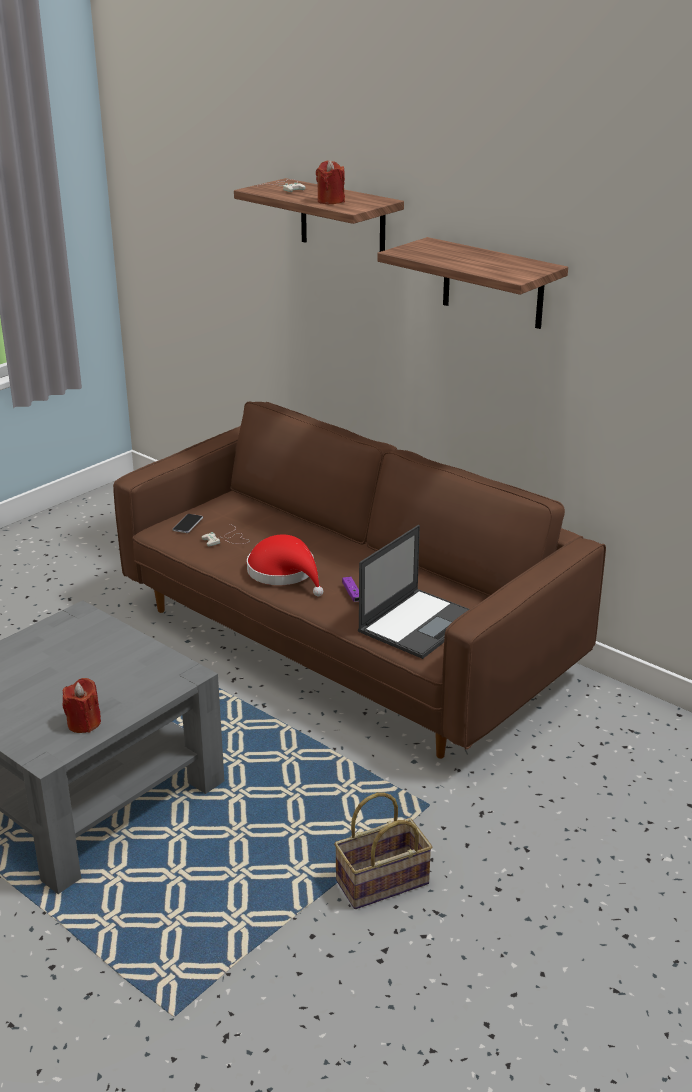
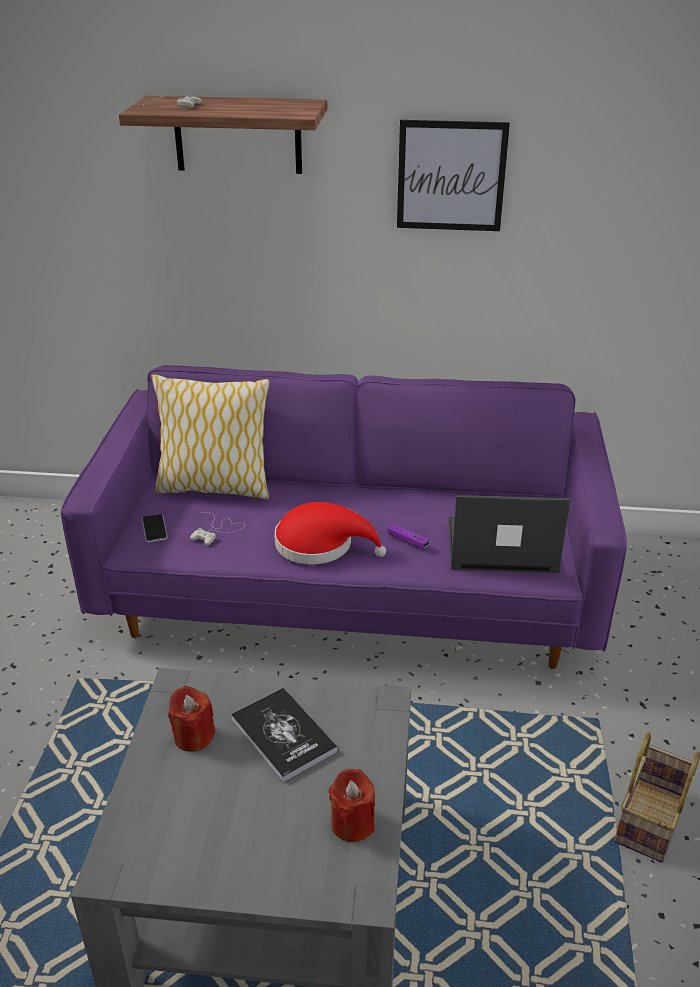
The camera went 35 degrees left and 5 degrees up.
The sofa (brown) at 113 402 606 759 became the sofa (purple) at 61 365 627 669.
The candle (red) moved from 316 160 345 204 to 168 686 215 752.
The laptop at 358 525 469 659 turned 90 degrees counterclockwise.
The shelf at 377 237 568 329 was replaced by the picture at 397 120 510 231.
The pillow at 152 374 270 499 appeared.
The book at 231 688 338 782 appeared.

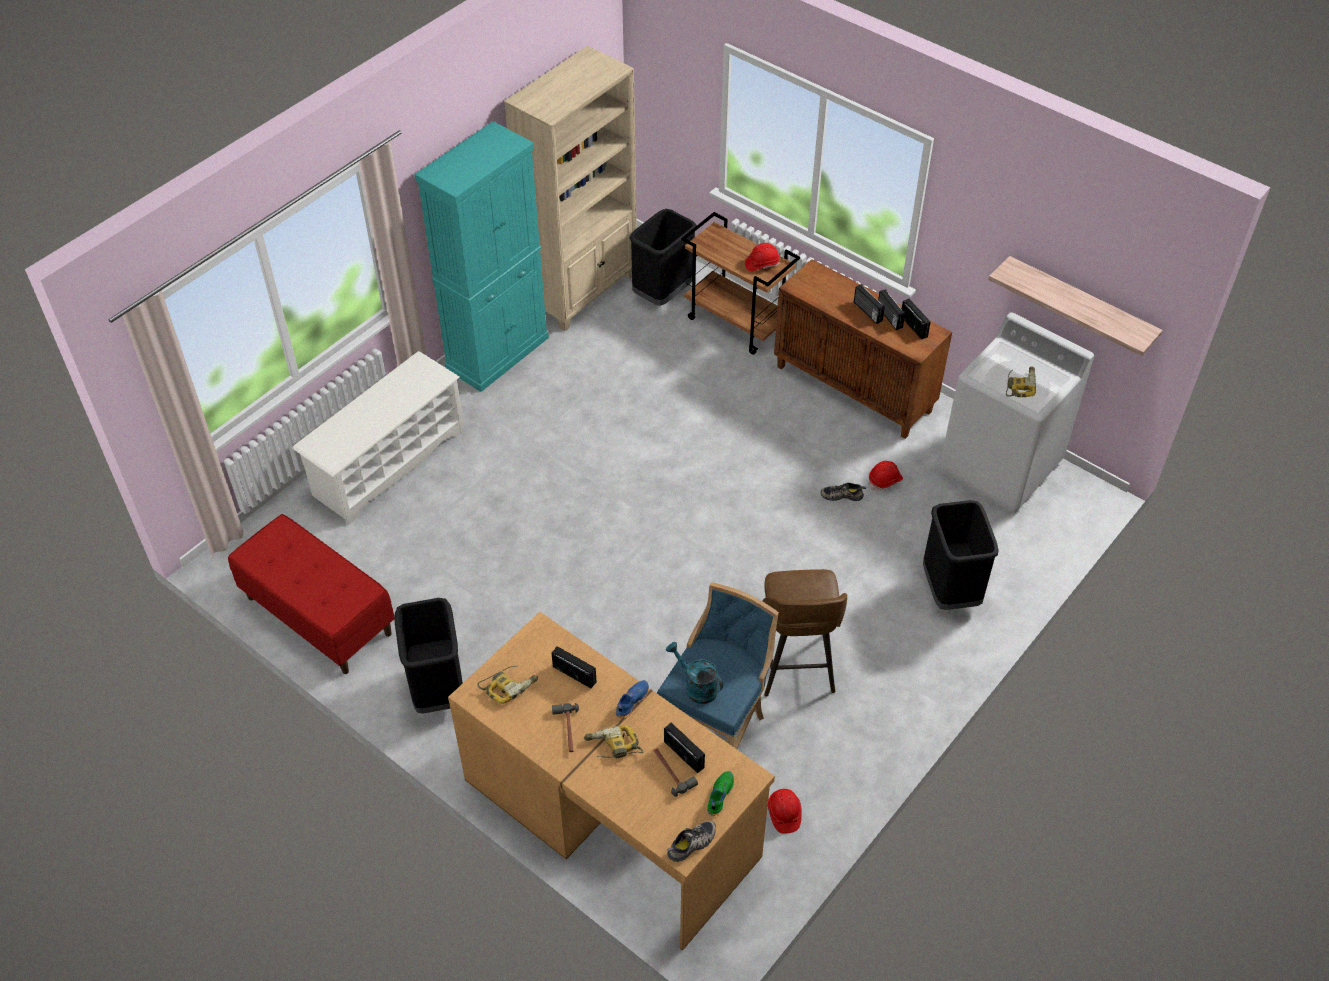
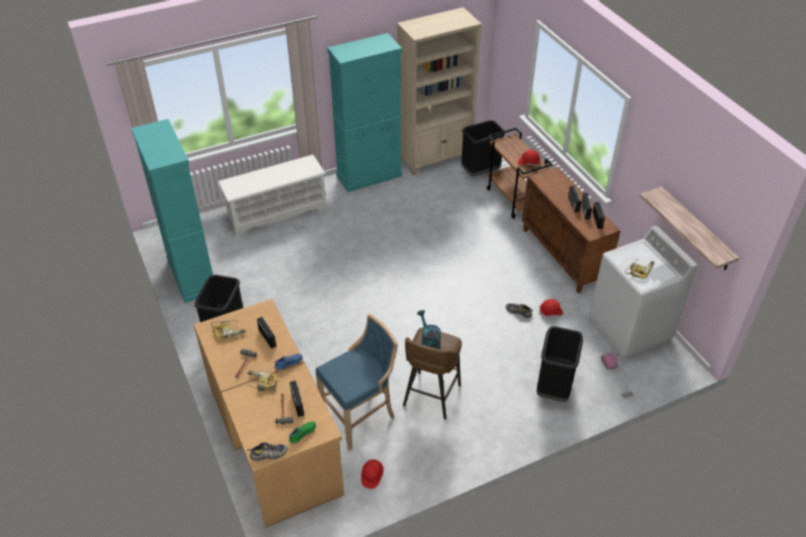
The camera went 25 degrees right and 5 degrees down.
The bench (red) at 228 514 394 674 was replaced by the cabinet (turquoise) at 131 119 213 303.
The watering can (turquoise) moved from 666 642 723 704 to 417 310 441 349.
The vacuum cleaner at 601 353 633 398 appeared.

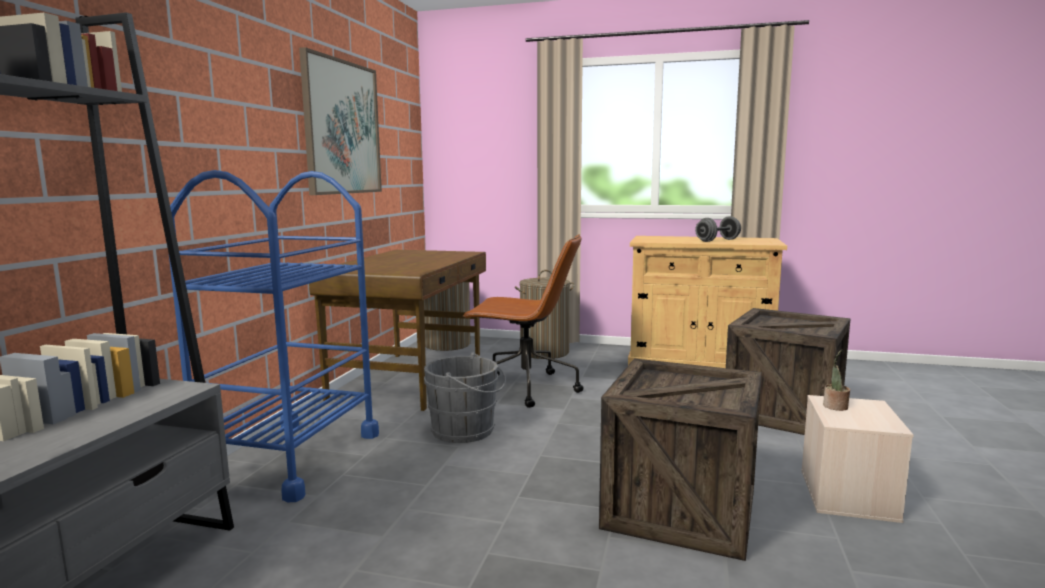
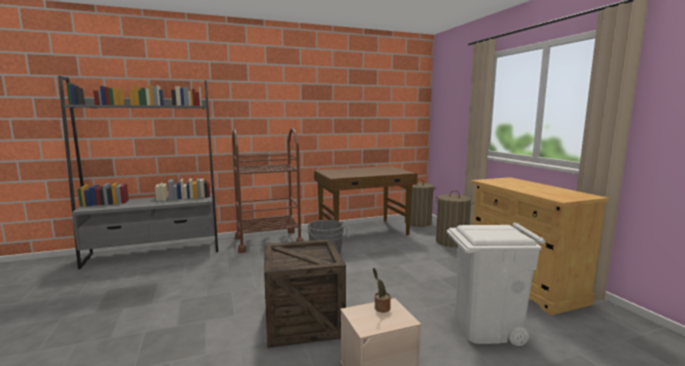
The camera went 55 degrees right and 0 degrees up.
The cart (blue) at 169 170 379 502 became the cart (brown) at 232 128 303 253.
The picture at 299 47 382 195 disappeared.
The office chair (brown) at 462 234 583 408 disappeared.
The dumbbell (grey) at 695 216 741 242 disappeared.
The crate at 726 308 851 435 was replaced by the trash can (white) at 447 223 545 346.

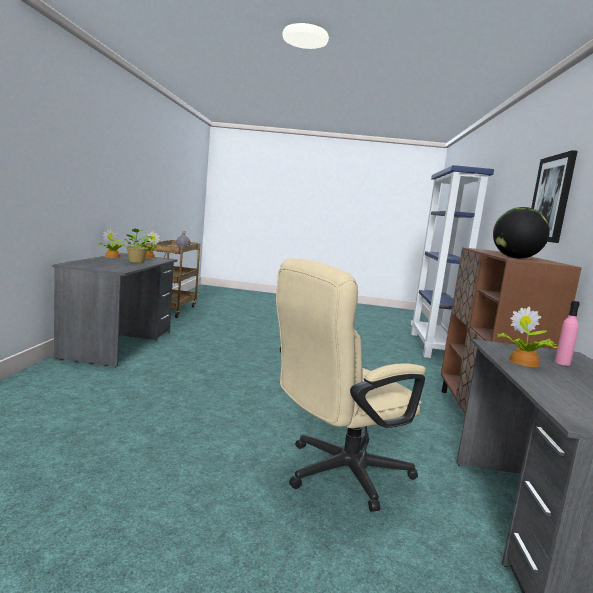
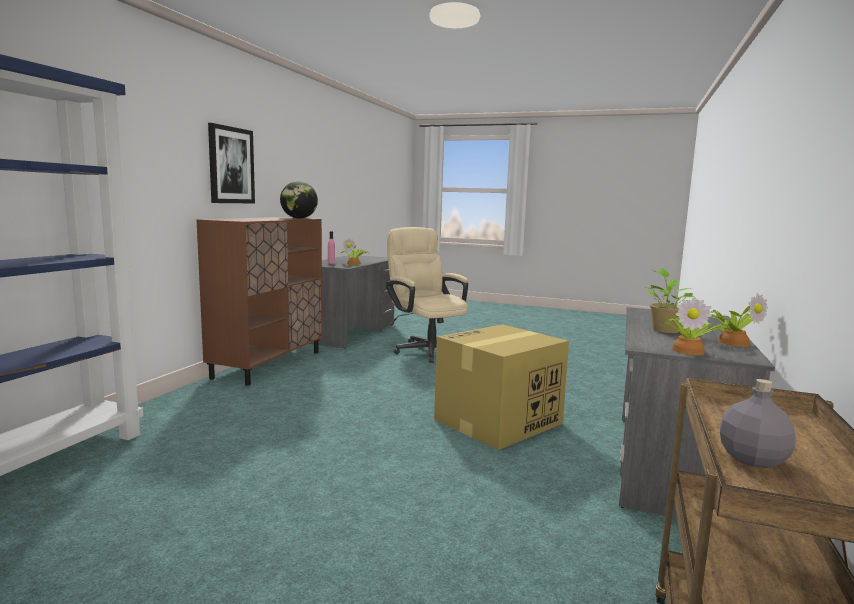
The camera went 165 degrees left and 0 degrees up.
The office chair (beige) at 276 258 426 512 turned 105 degrees counterclockwise.
The cardboard box at 434 324 569 450 appeared.

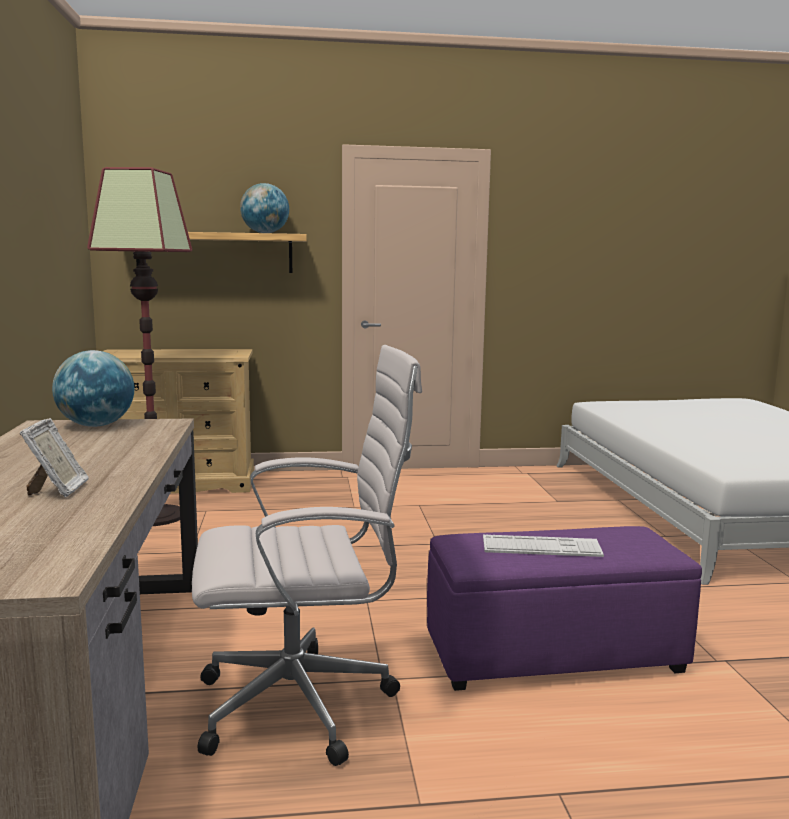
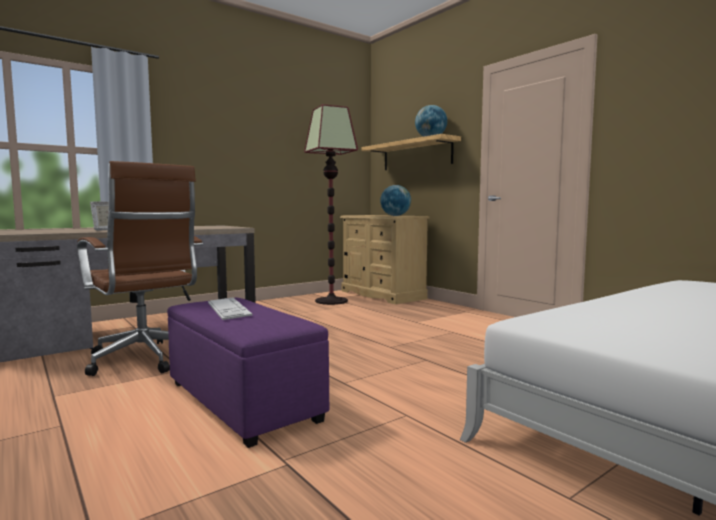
The camera went 60 degrees right and 5 degrees down.
The globe moved from 52 350 134 427 to 380 185 411 216.
The office chair (white) at 192 345 422 766 became the office chair (brown) at 77 161 203 376.

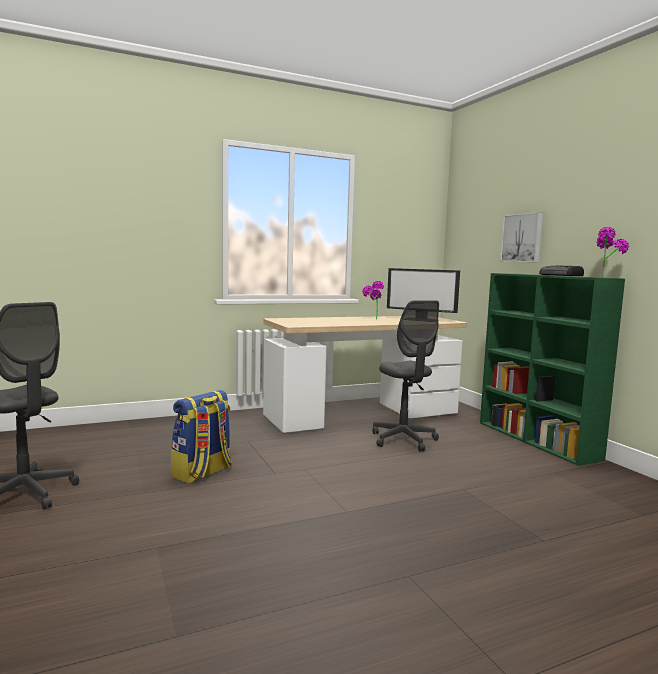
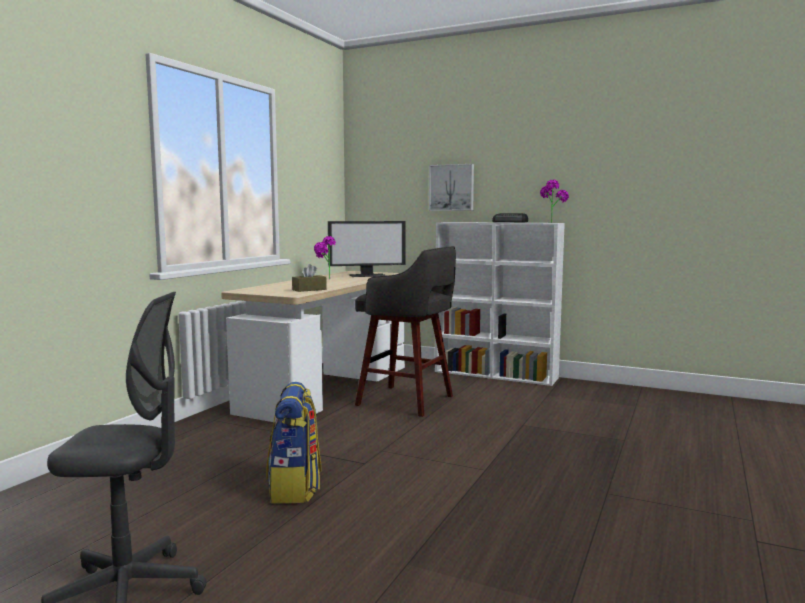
The camera went 40 degrees left and 0 degrees up.
The office chair (grey) at 372 300 439 452 was replaced by the stool (grey) at 355 246 456 417.
The bookcase (green) at 480 273 625 466 became the bookcase (white) at 435 222 565 386.
The tissue box (brown) at 292 264 327 292 appeared.

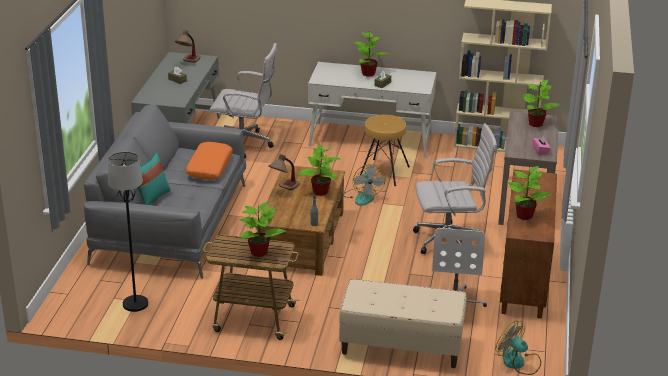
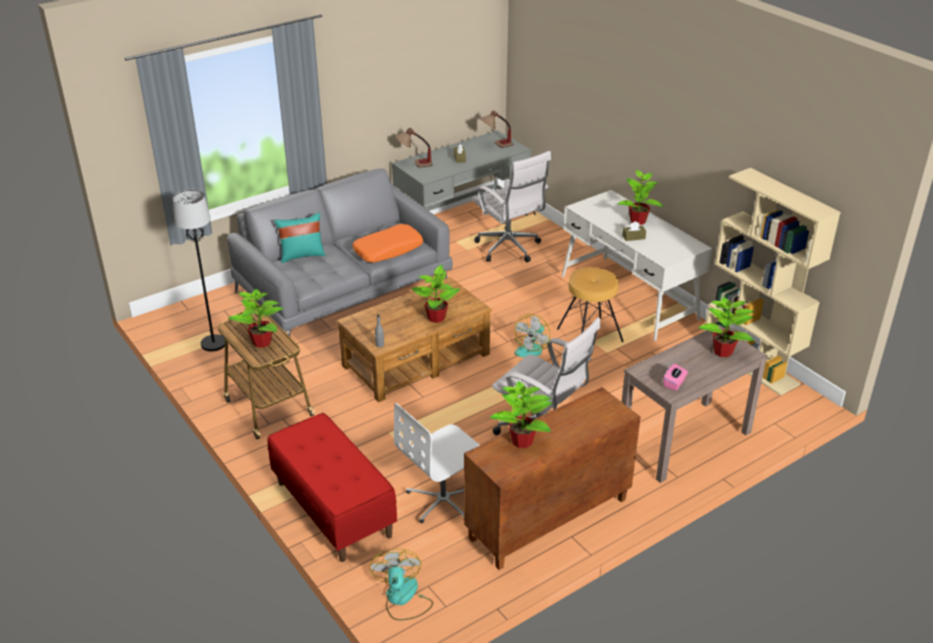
The camera went 45 degrees right and 5 degrees up.
The table lamp moved from 269 154 300 190 to 395 128 433 168.
The bench (beige) at 339 279 467 368 became the bench (red) at 267 413 397 562.

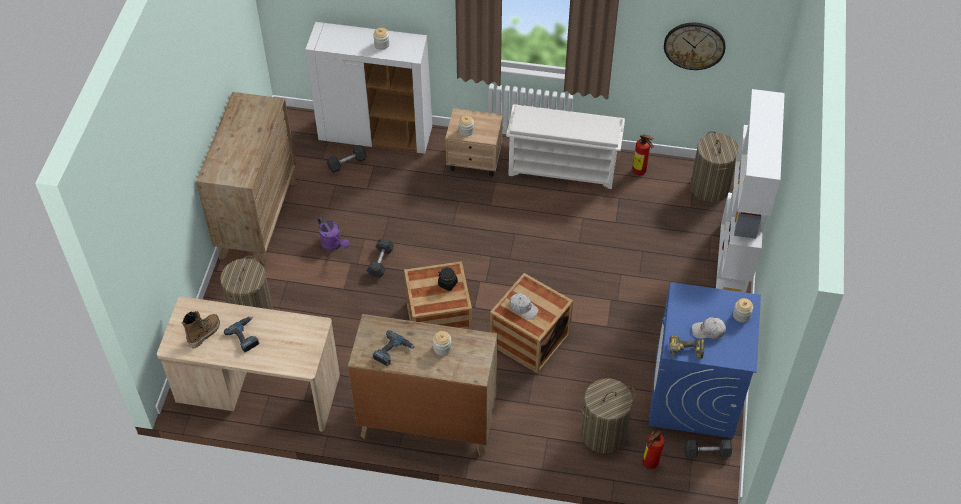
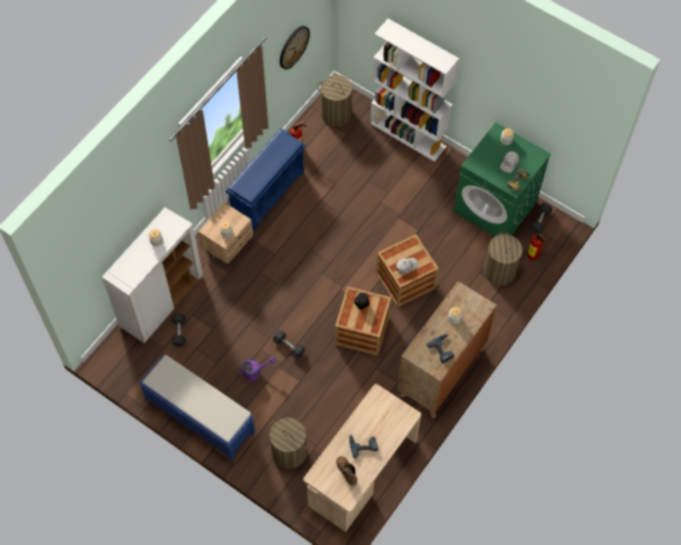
The camera went 65 degrees left and 10 degrees up.
The dresser (brown) at 196 92 297 266 was replaced by the bench (blue) at 139 355 255 461.
The shoe rack (white) at 506 104 625 189 became the shoe rack (blue) at 226 128 306 230.
The washing machine (blue) at 649 282 761 438 became the washing machine (green) at 453 122 551 236.

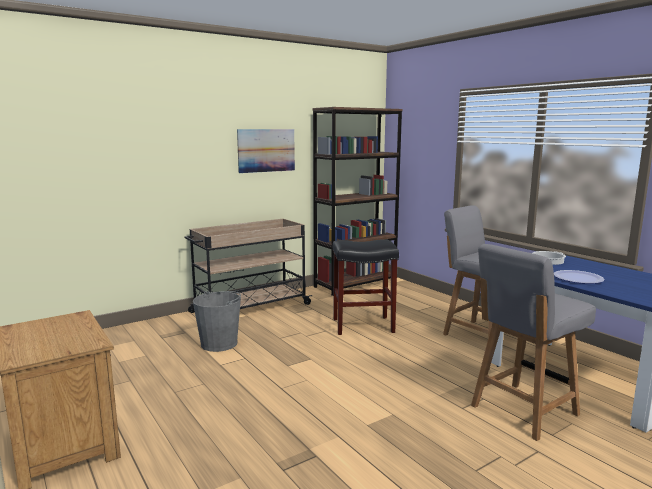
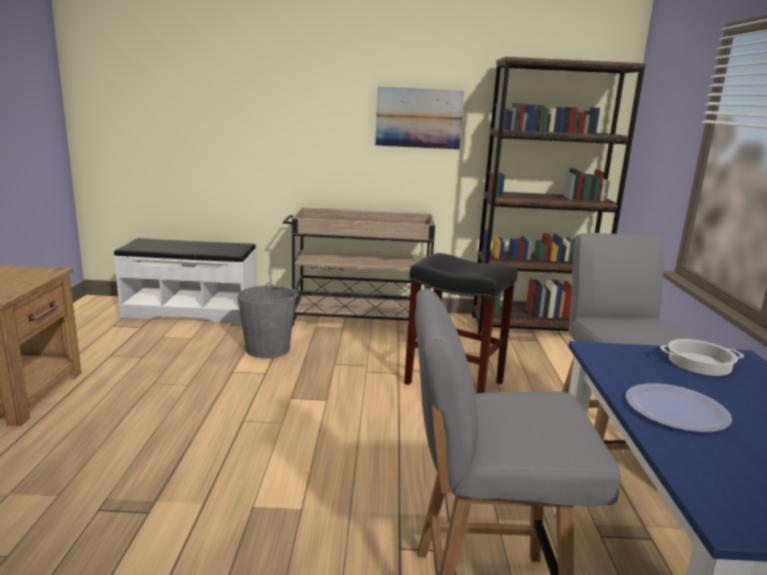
The camera went 35 degrees right and 5 degrees up.
The bench (white) at 114 238 256 324 appeared.

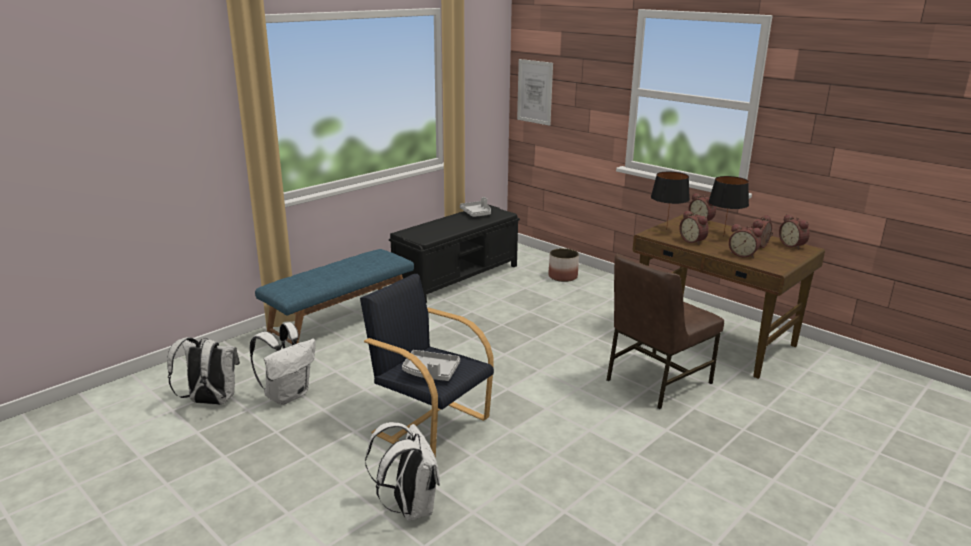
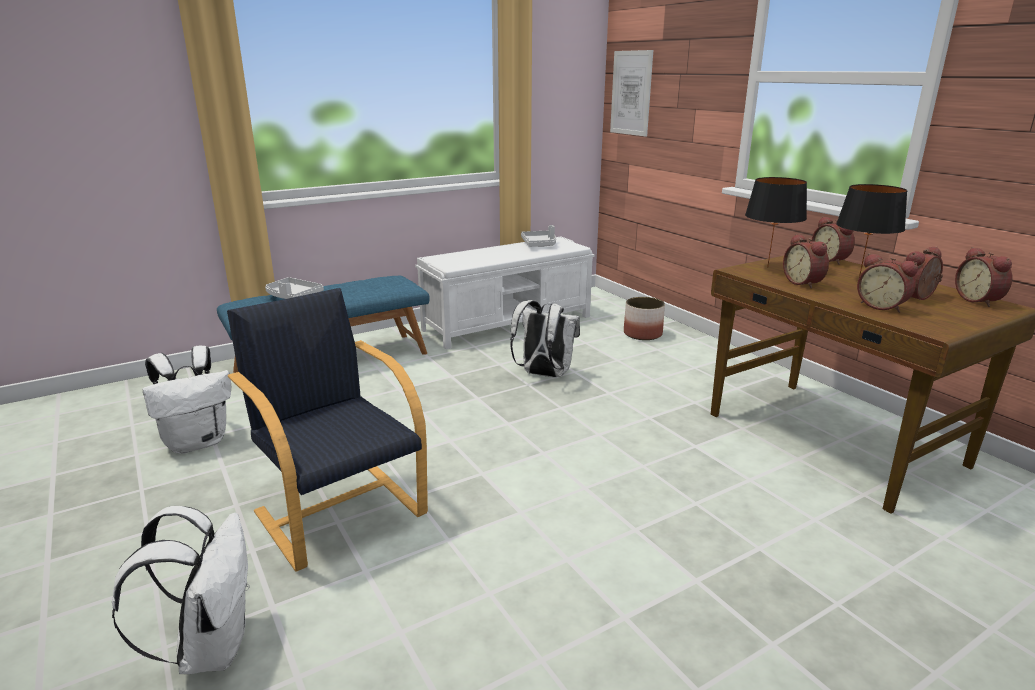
The camera went 15 degrees right and 0 degrees up.
The backpack (white) moved from 167 337 240 405 to 510 300 580 378.
The bench (black) at 389 204 520 303 became the bench (white) at 415 236 595 349.
The tray (grey) moved from 402 350 460 381 to 265 277 324 299.
The chair (brown) at 607 254 724 409 disappeared.

